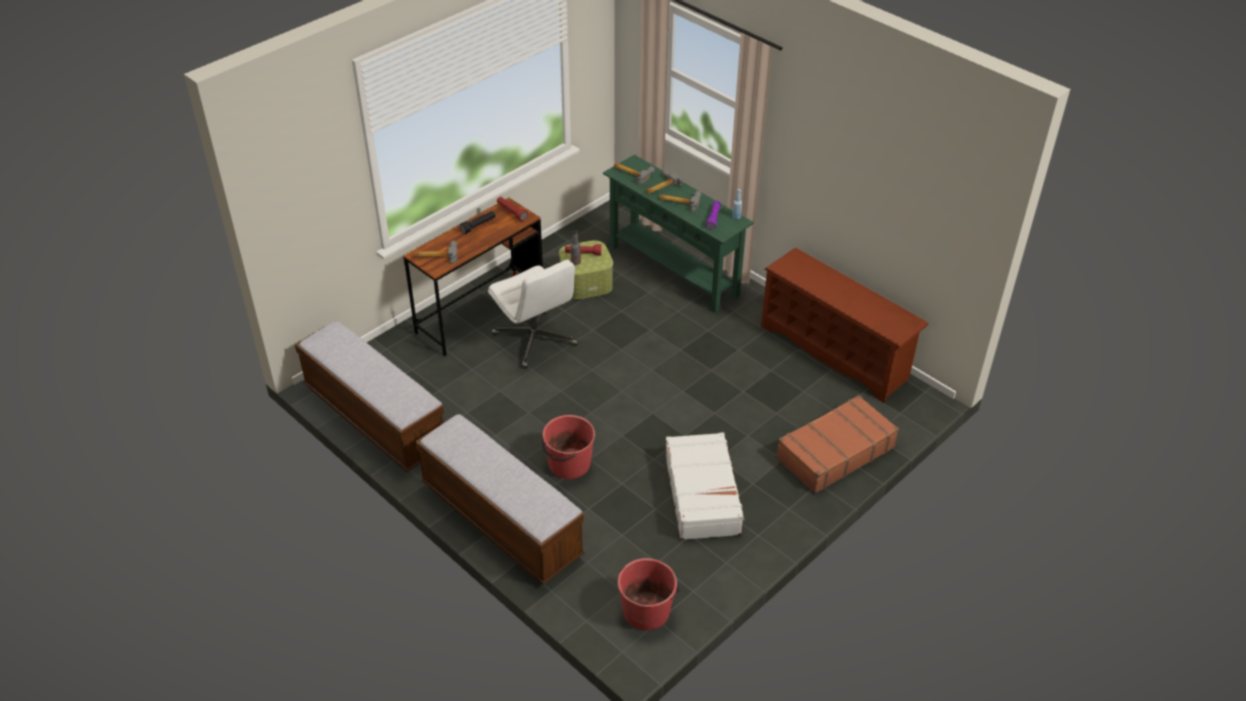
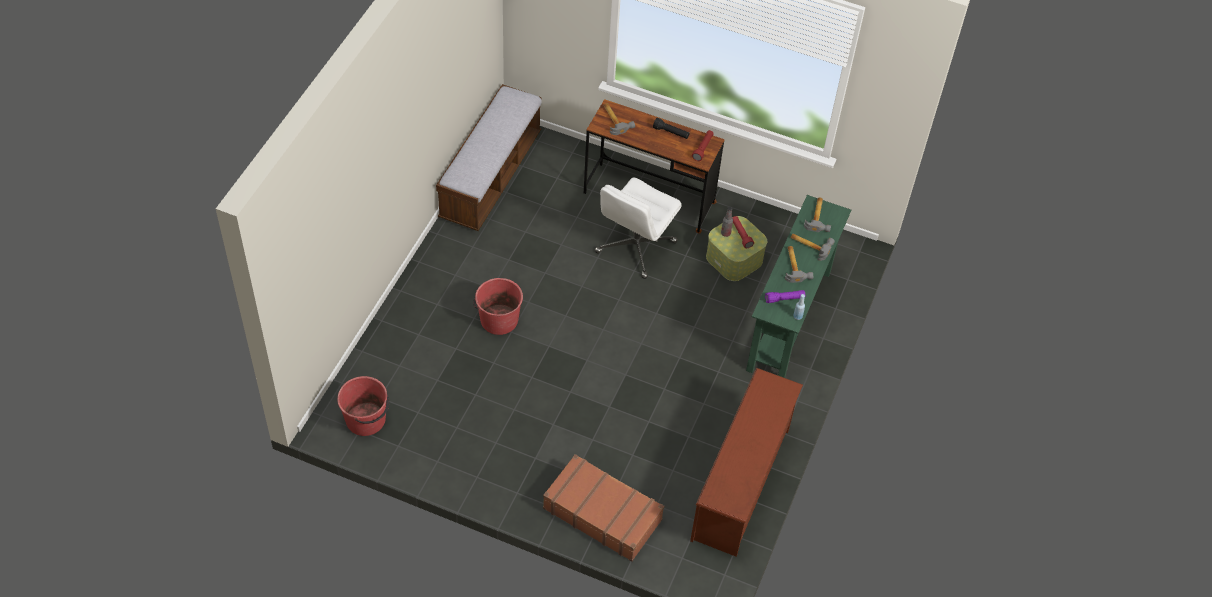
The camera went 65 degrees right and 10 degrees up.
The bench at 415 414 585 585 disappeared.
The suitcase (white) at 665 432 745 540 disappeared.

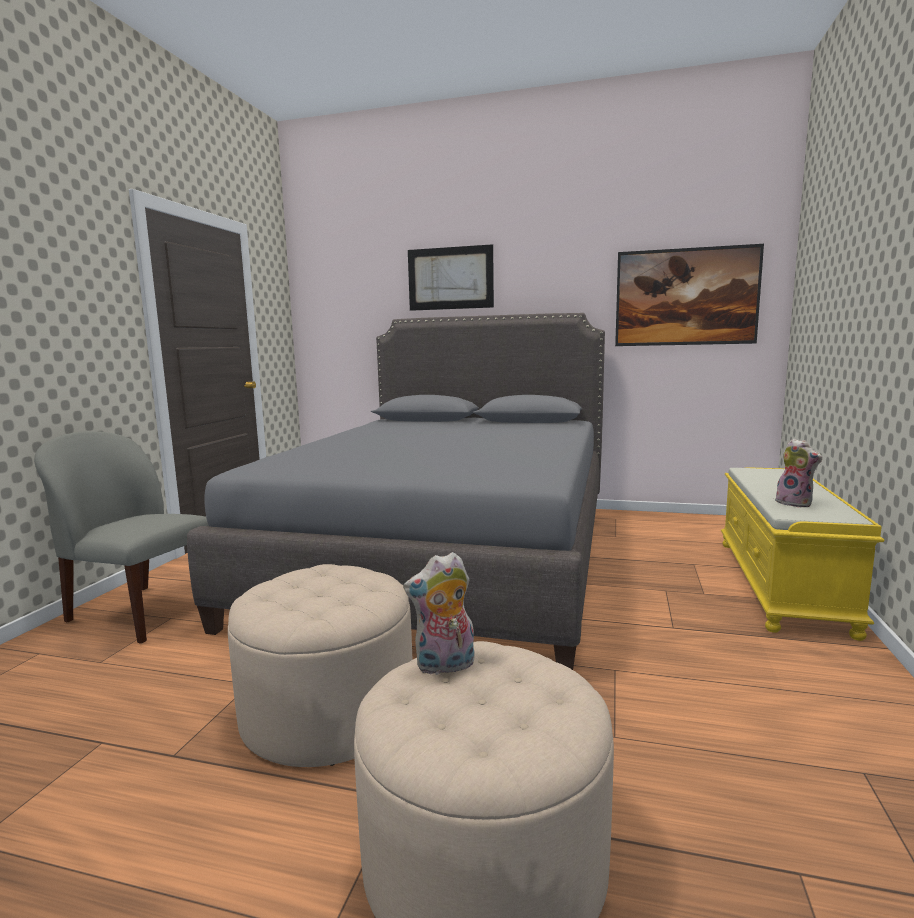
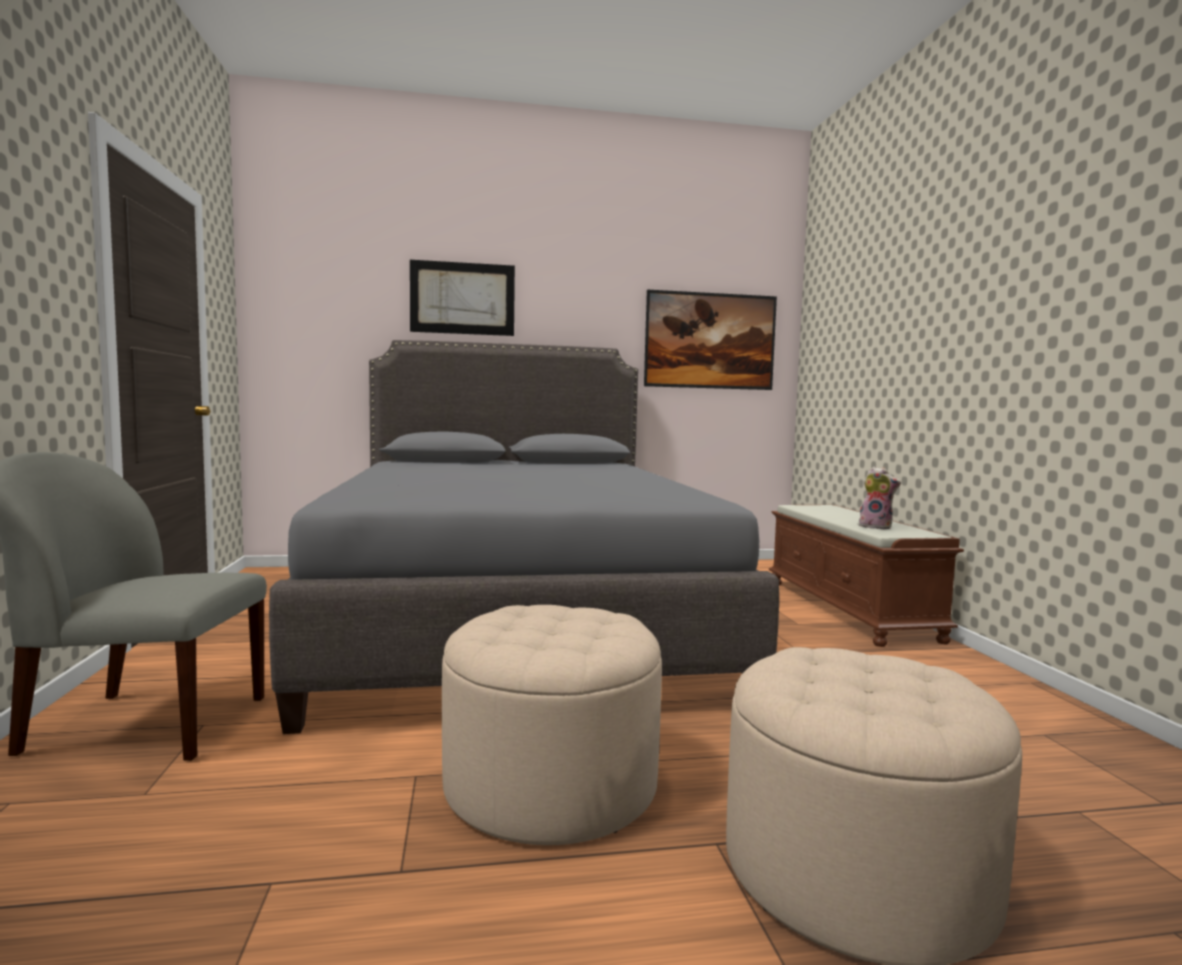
The camera went 25 degrees left and 5 degrees down.
The plush toy at 403 552 474 675 disappeared.
The bench (yellow) at 721 467 884 641 became the bench (brown) at 769 505 964 647.

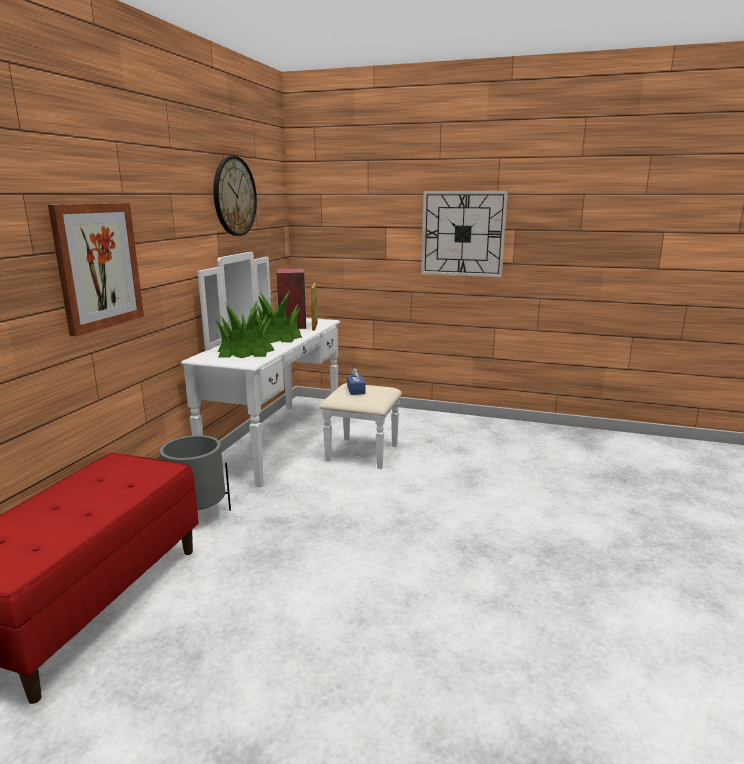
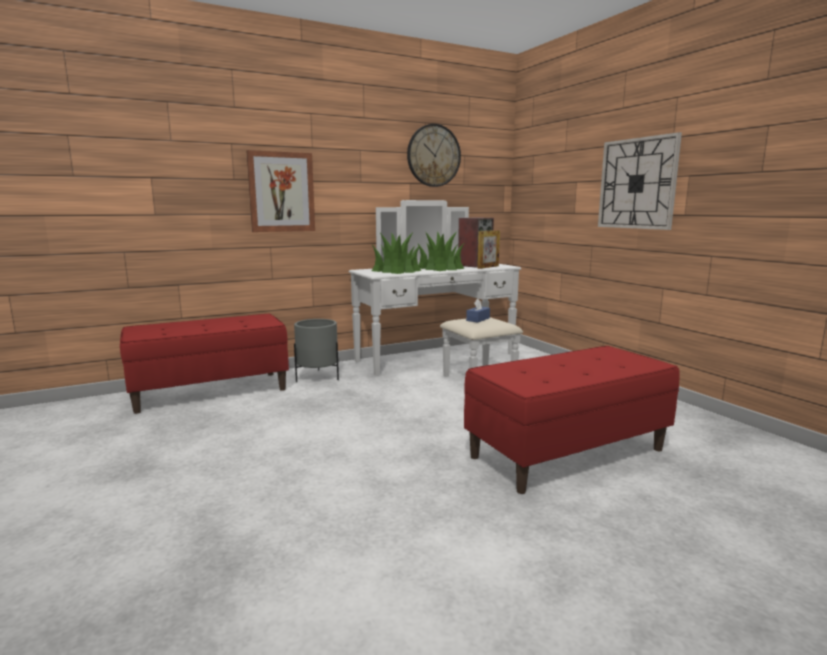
The camera went 45 degrees right and 5 degrees down.
The bench (red) at 464 346 680 494 appeared.

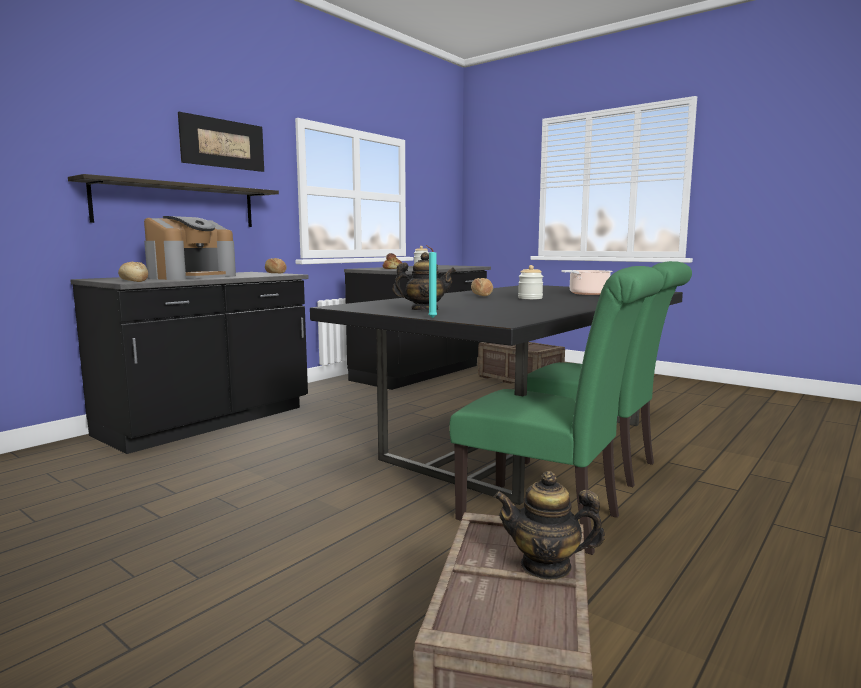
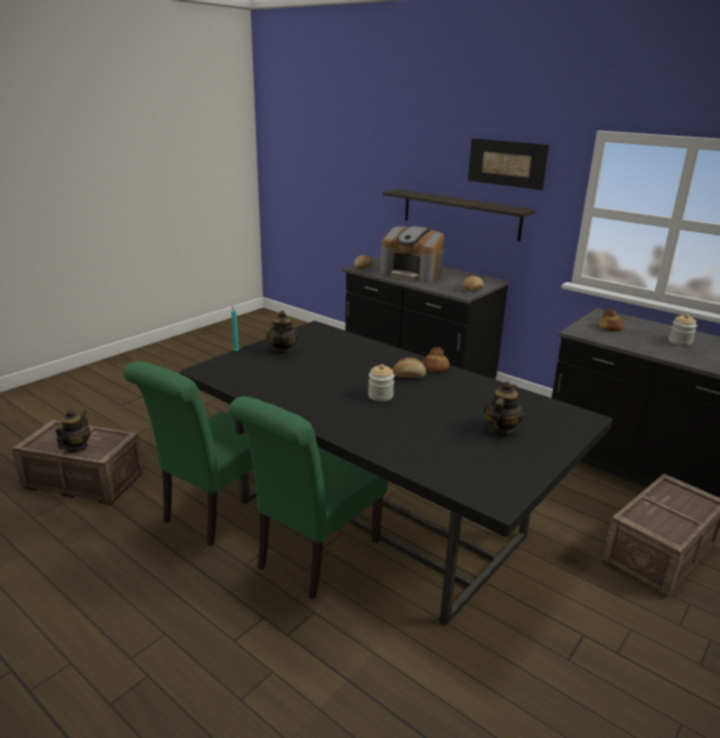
The camera went 90 degrees right and 15 degrees up.
The cooking pot at 562 270 613 295 disappeared.
The bread at 422 347 450 372 appeared.
The teapot at 484 382 524 436 appeared.

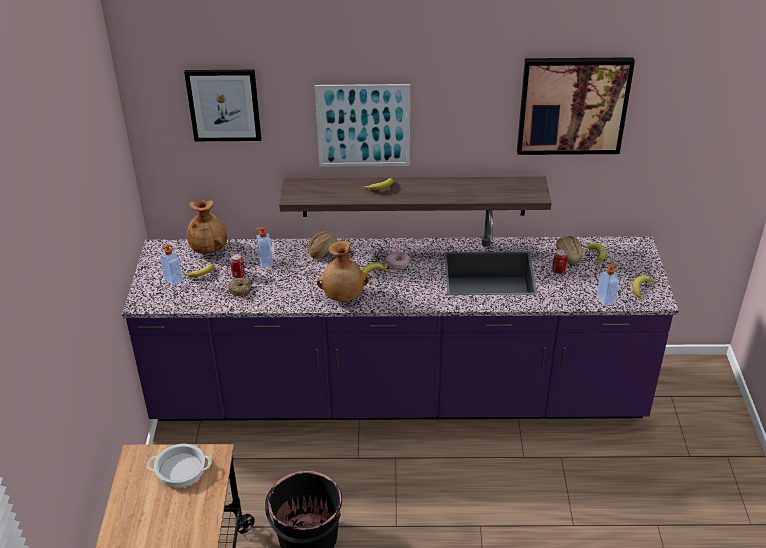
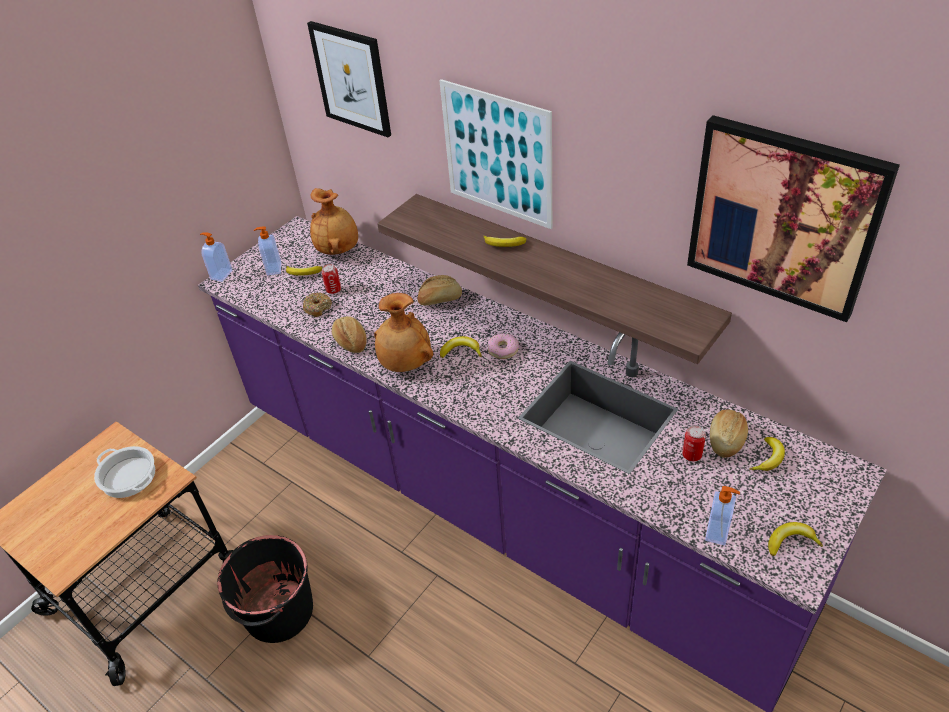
The camera went 40 degrees right and 5 degrees up.
The soap dispenser moved from 255 227 273 268 to 200 232 232 282.
The bread at 332 316 367 353 appeared.

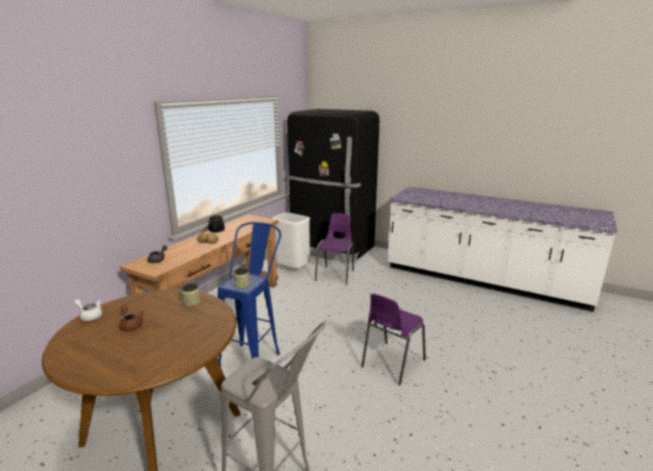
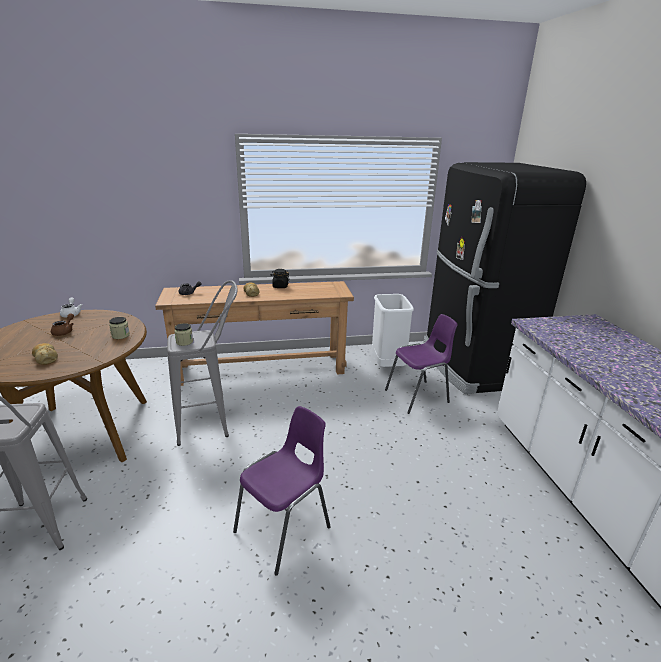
The camera went 50 degrees right and 5 degrees up.
The stool (blue) at 218 222 281 366 became the stool (grey) at 167 280 237 446.
The chair (purple) at 361 293 426 385 turned 135 degrees clockwise.
The bread at 32 343 58 365 appeared.

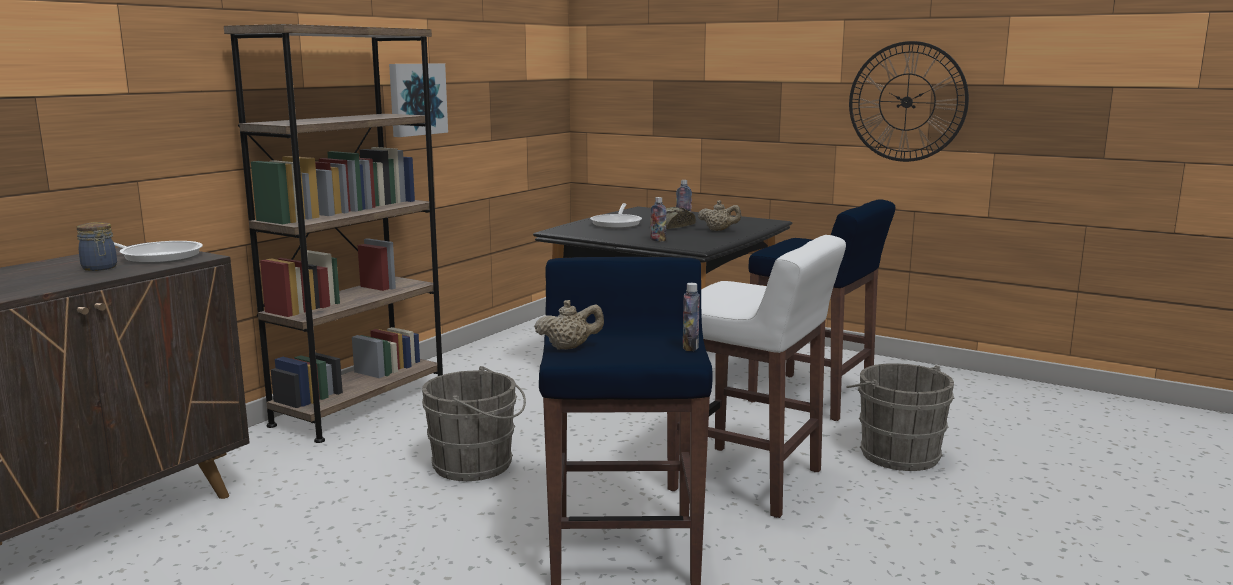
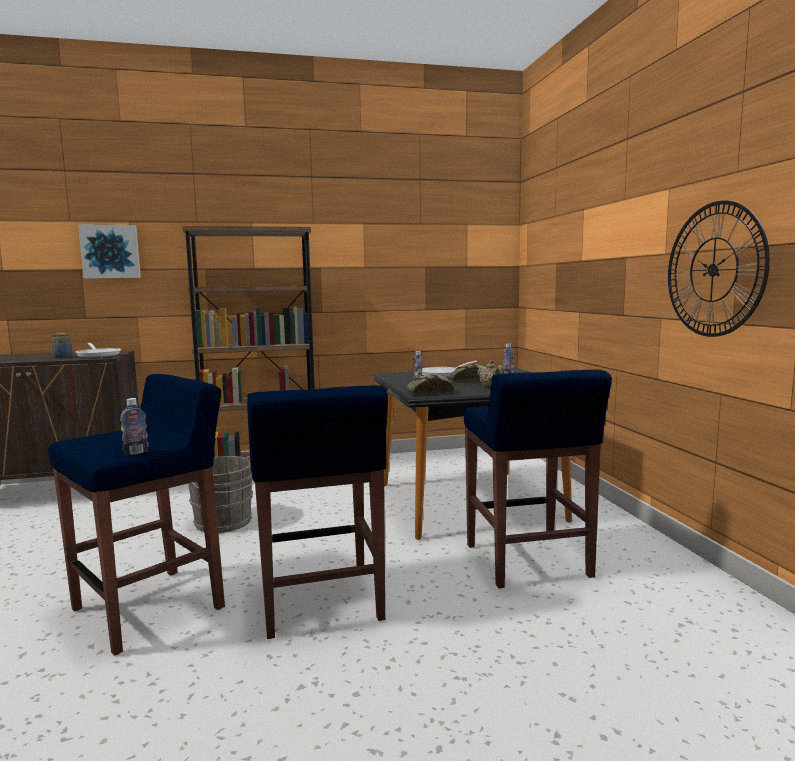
The camera went 45 degrees right and 5 degrees down.
The picture moved from 389 64 448 137 to 78 225 141 279.
The teapot (beige) at 534 300 604 350 disappeared.
The stool (white) at 667 235 846 518 became the stool (blue) at 247 385 388 639.
The bucket (grey) at 847 363 954 471 disappeared.
The bread at 407 374 454 394 appeared.

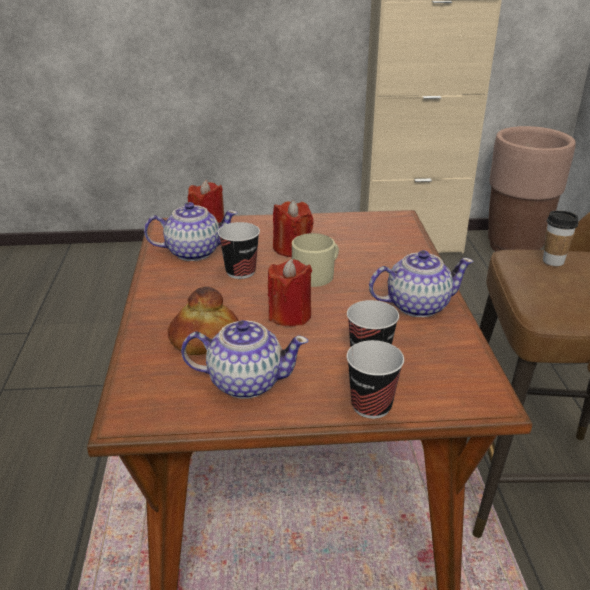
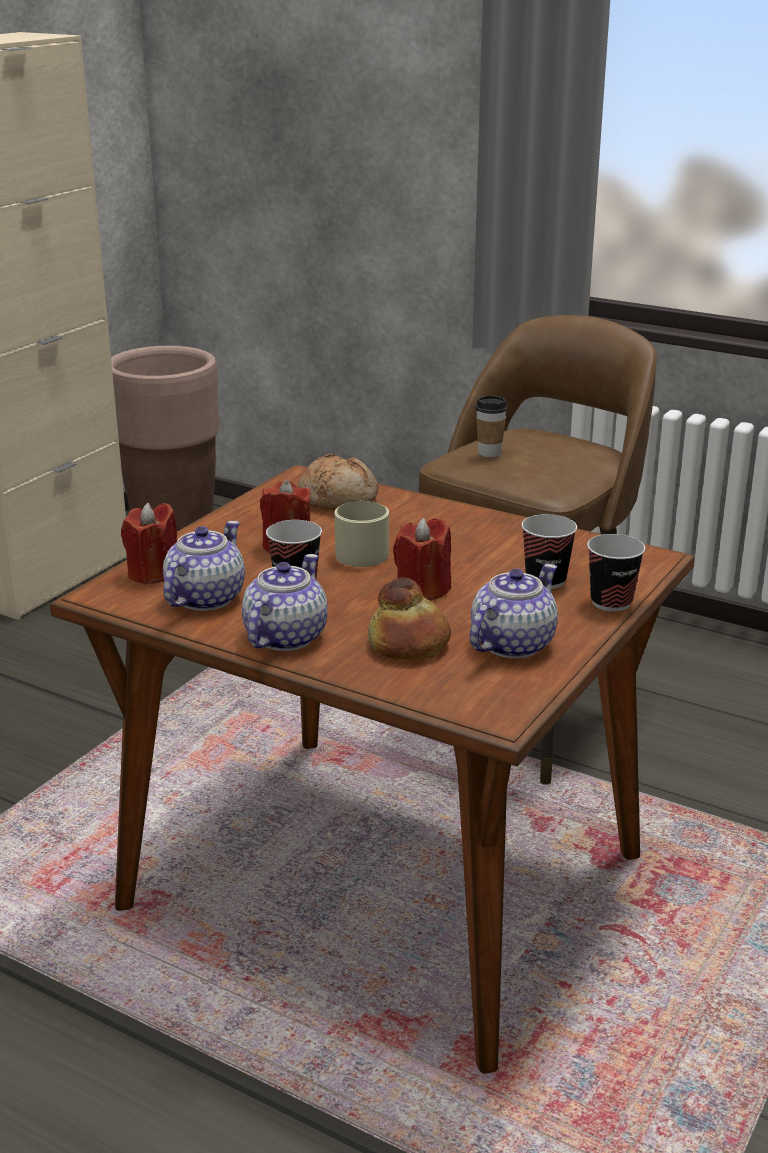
The camera went 55 degrees left and 5 degrees down.
The teapot moved from 369 250 473 317 to 242 554 327 651.
The bread at 298 454 378 511 appeared.

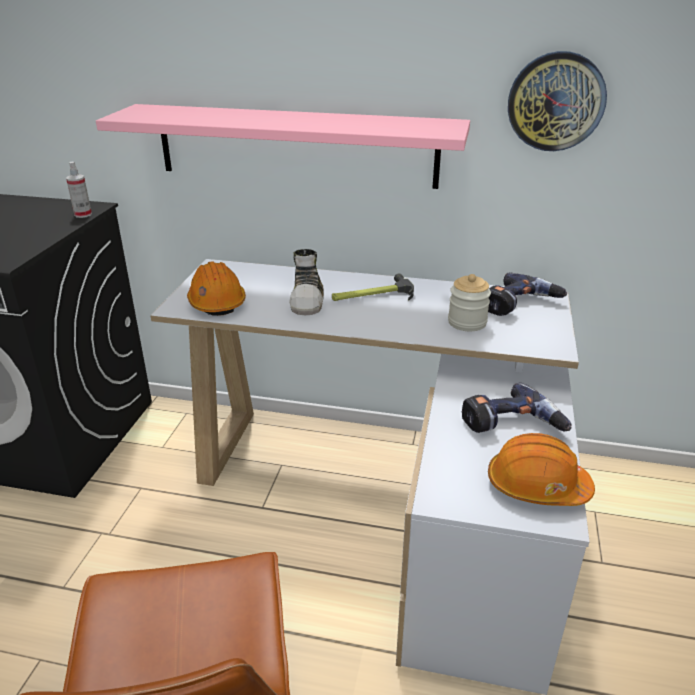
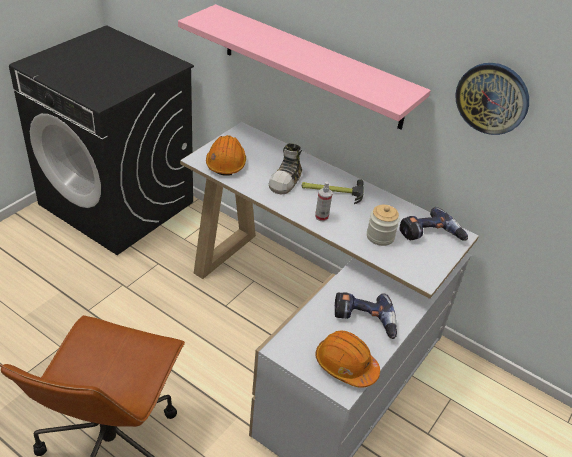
The camera went 20 degrees right and 10 degrees up.
The spray bottle moved from 66 162 92 218 to 315 181 332 221.

